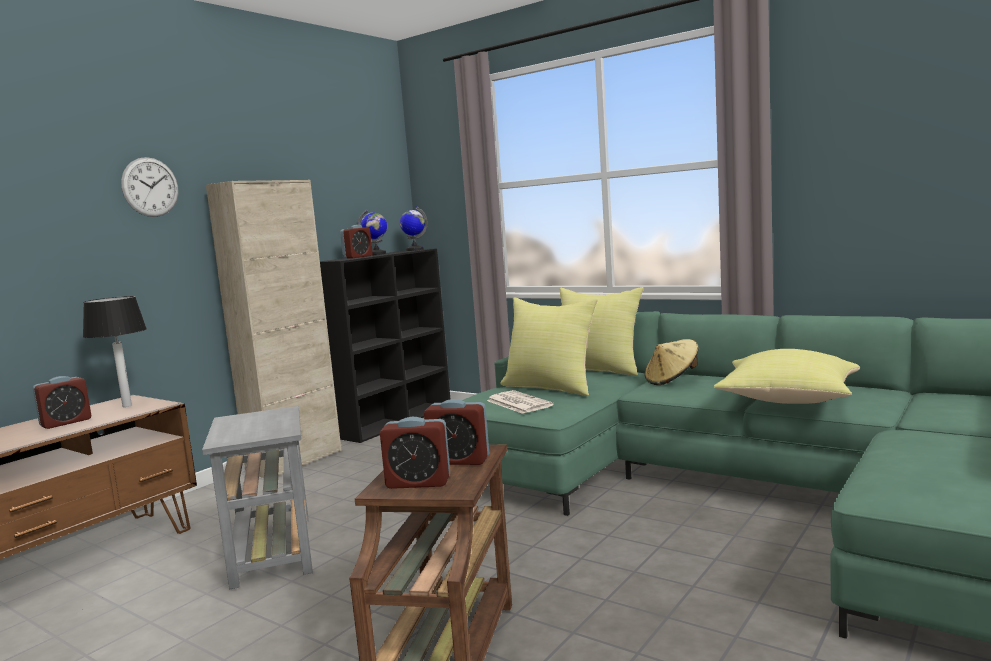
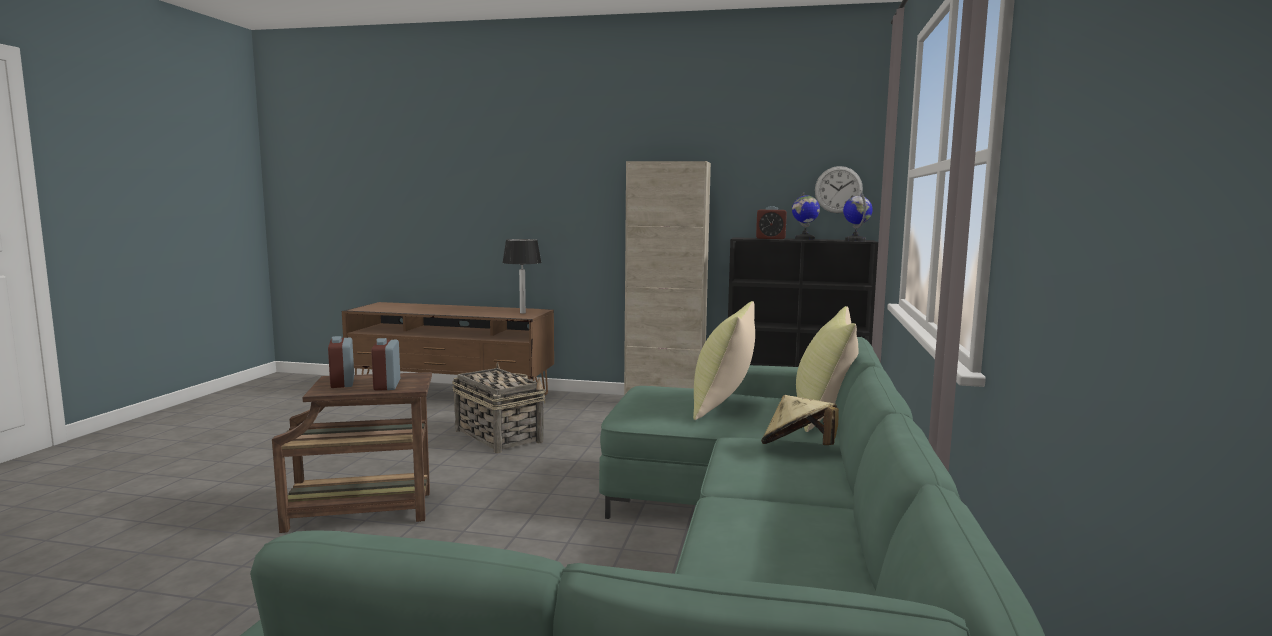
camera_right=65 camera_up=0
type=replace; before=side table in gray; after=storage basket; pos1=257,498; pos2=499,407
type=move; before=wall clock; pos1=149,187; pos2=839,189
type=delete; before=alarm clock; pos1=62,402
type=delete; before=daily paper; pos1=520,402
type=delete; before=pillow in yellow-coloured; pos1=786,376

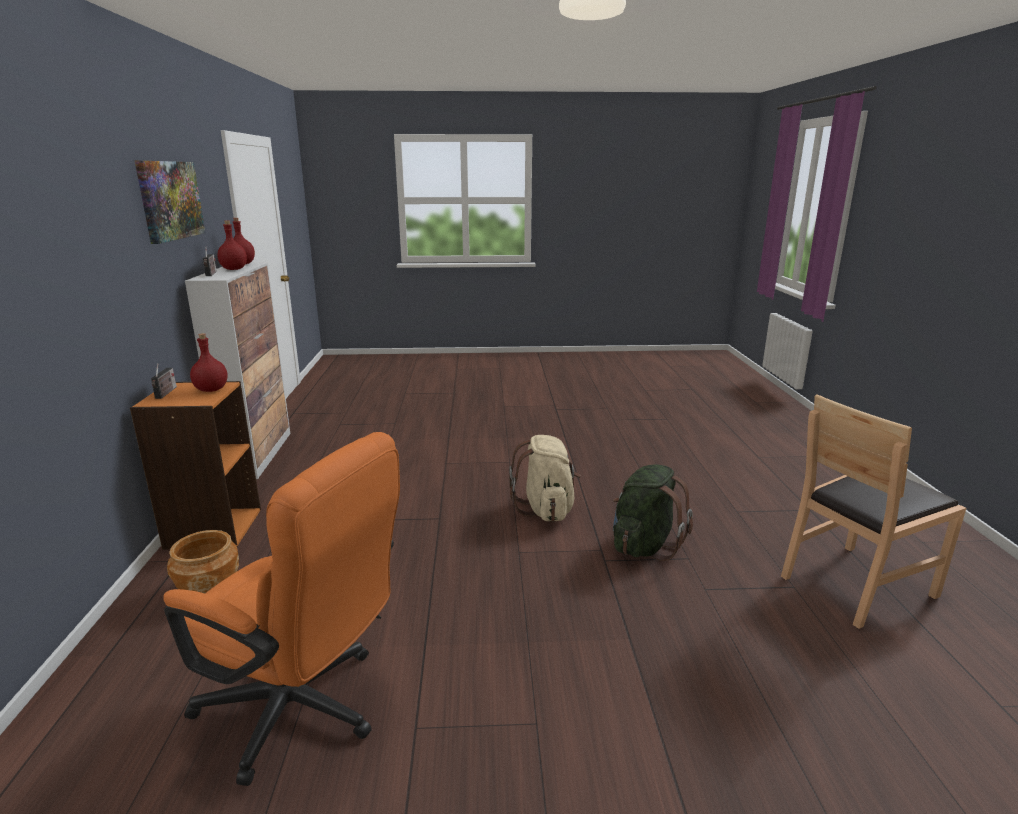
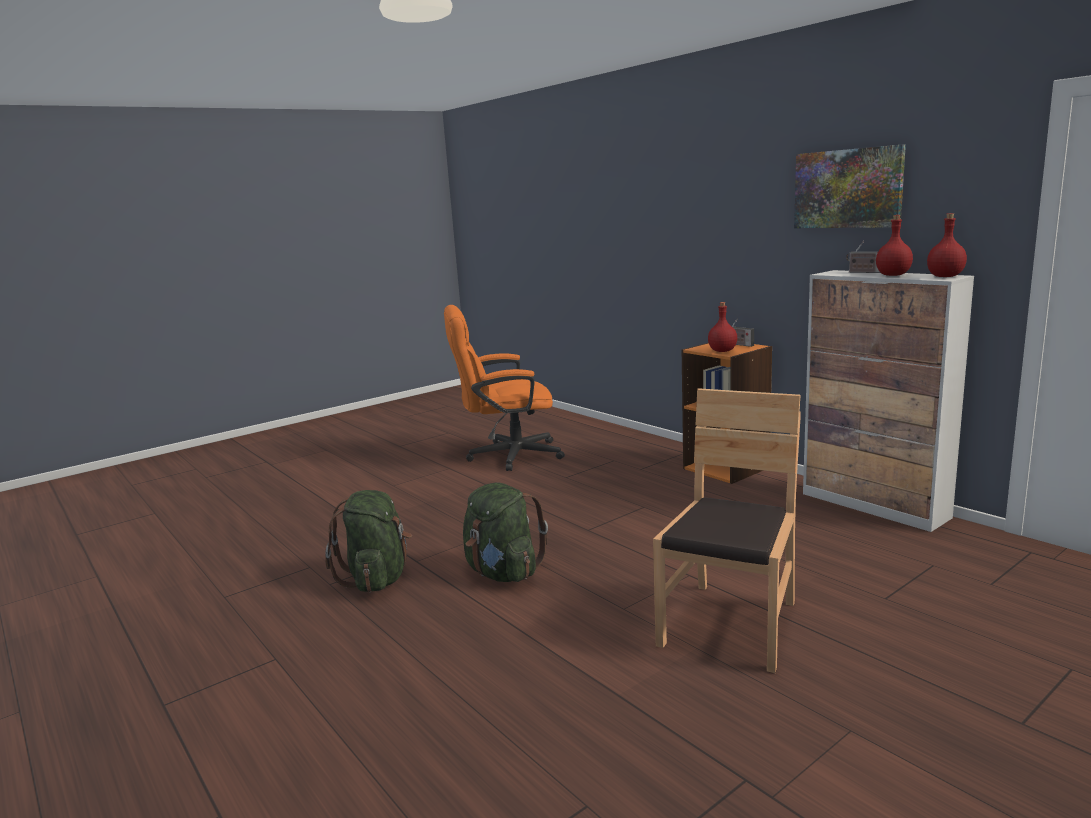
camera_right=145 camera_up=-5
type=recolor; before=knapsack in beige; after=knapsack in green; pos1=545,478; pos2=505,532
type=move; before=plain chair in brown; pos1=873,512; pos2=727,530
type=delete; before=flower pot in brown; pos1=203,562

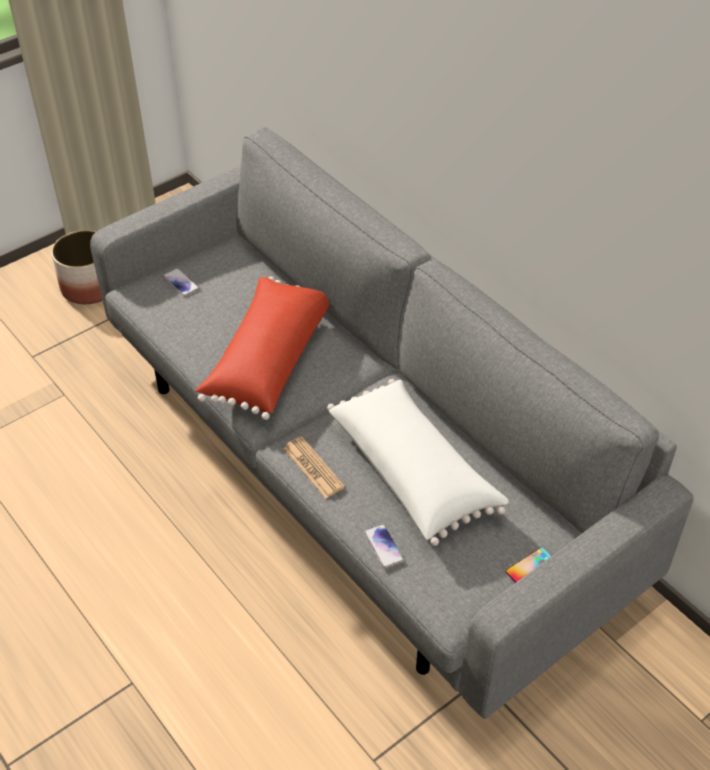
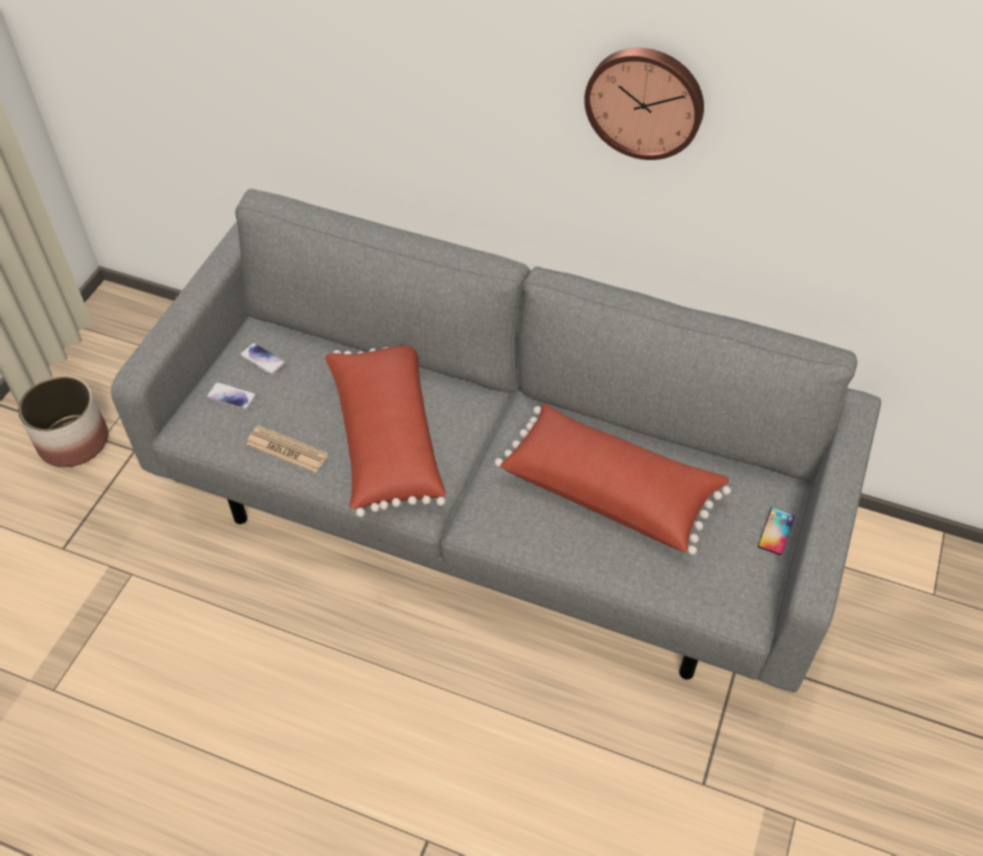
camera_right=-30 camera_up=5
type=move; before=phone; pos1=384,546; pos2=262,359
type=move; before=daily paper; pos1=314,467; pos2=287,449
type=recolor; before=pillow in white; after=pillow in red; pos1=418,462; pos2=612,479
type=insert; after=wall clock; pos2=644,104

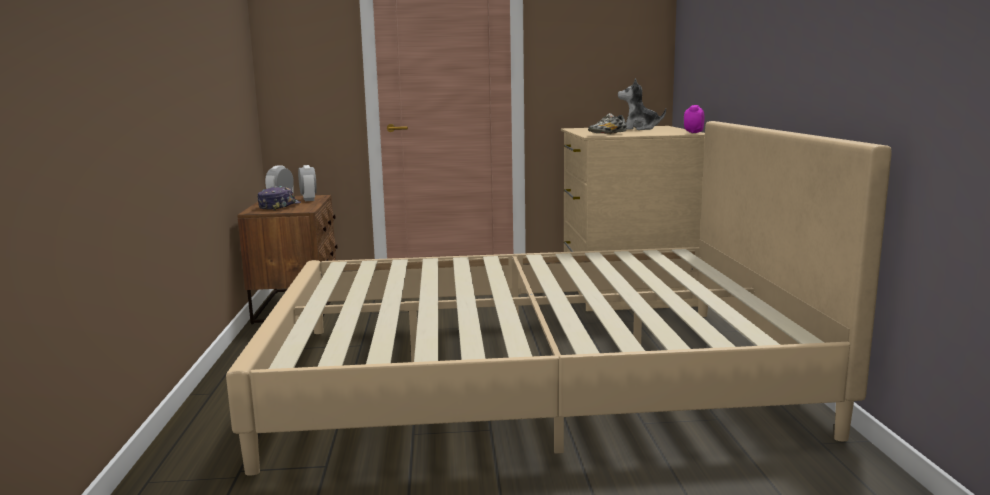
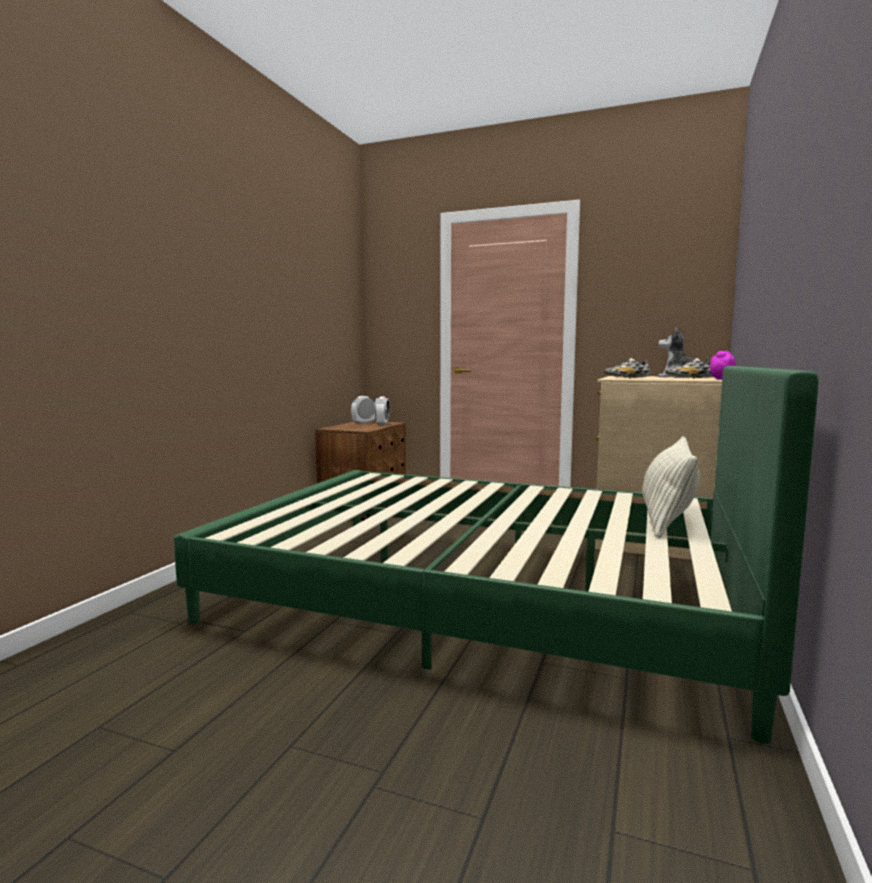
camera_right=25 camera_up=-5
type=recolor; before=bedroom bed in beige; after=bedroom bed in green; pos1=559,298; pos2=496,555
type=insert; after=pillow; pos2=671,487
type=insert; after=low shoe; pos2=689,368
type=delete; before=cap; pos1=279,198

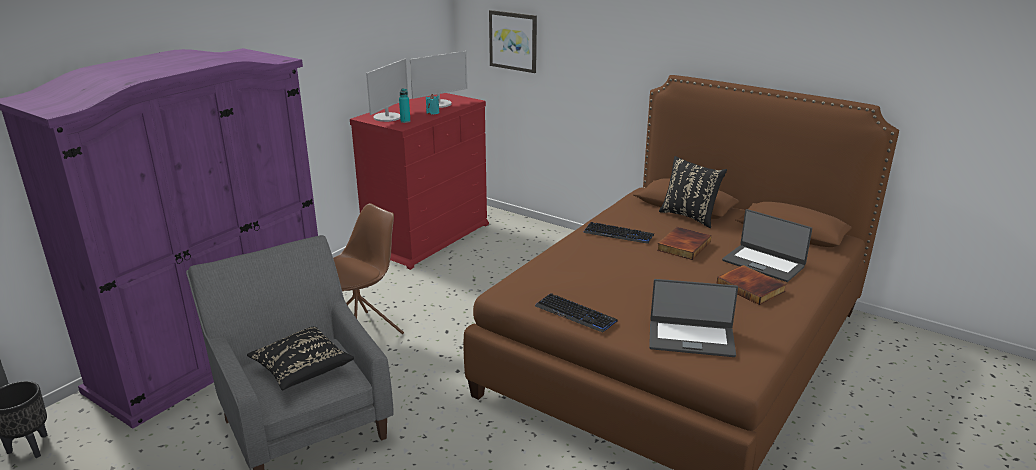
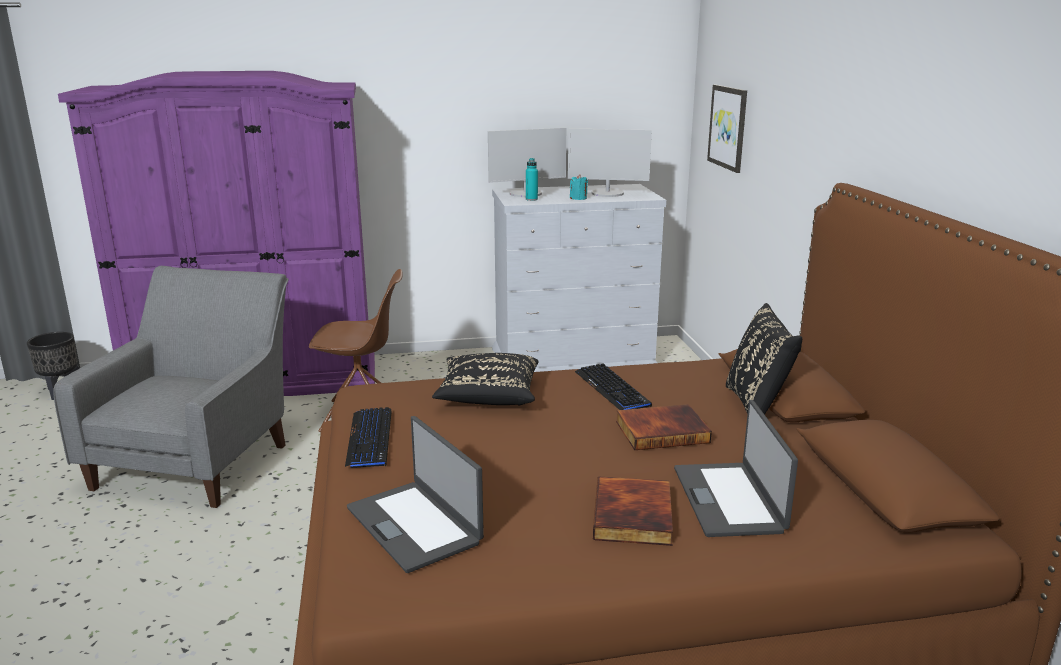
camera_right=45 camera_up=-5
type=move; before=pillow in blackish; pos1=300,358; pos2=485,379
type=recolor; before=dresser in red; after=dresser in white; pos1=419,181; pos2=579,278

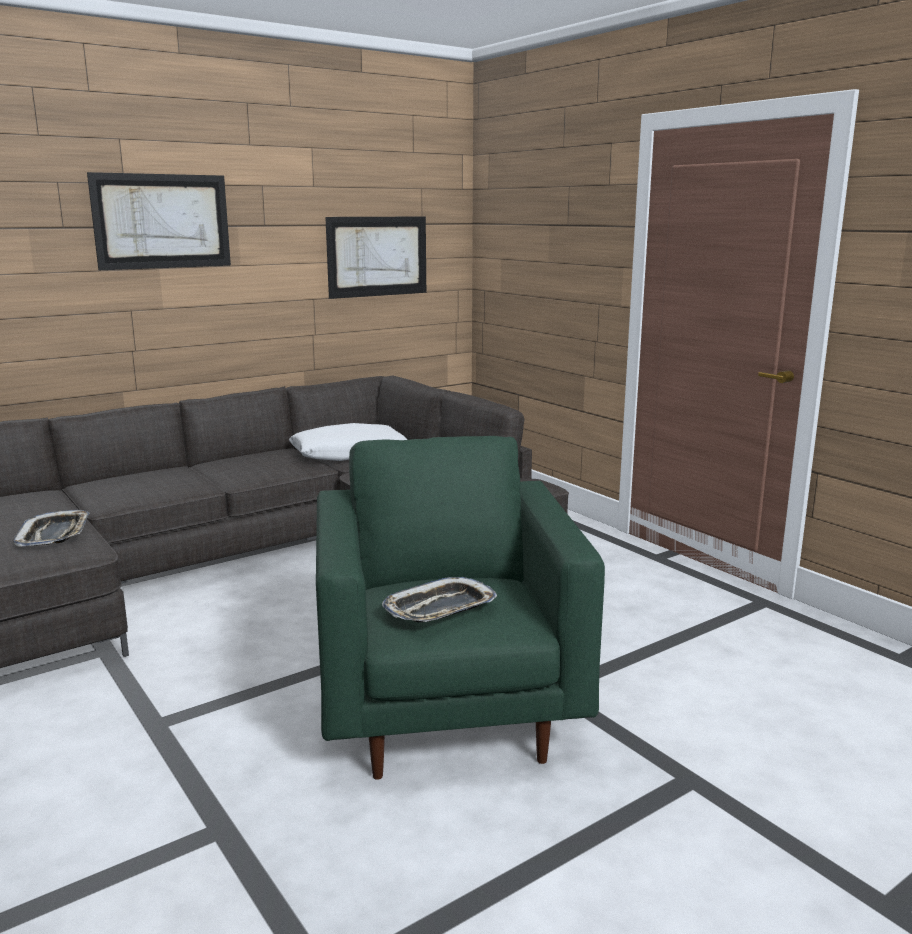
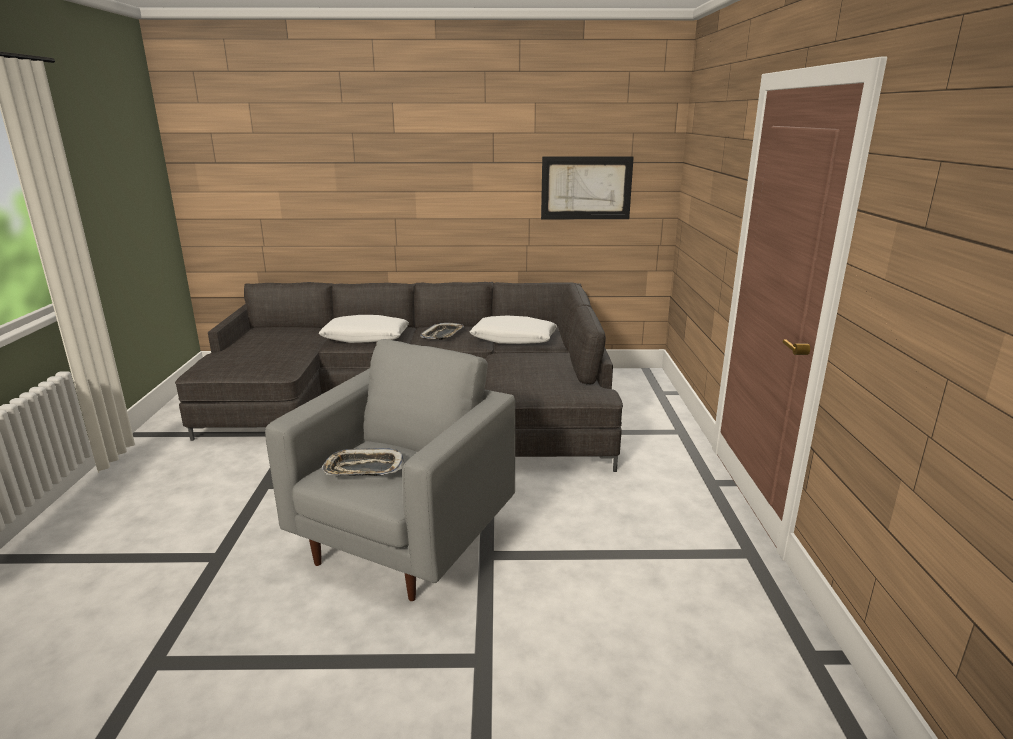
camera_right=35 camera_up=5
type=recolor; before=armchair in green; after=armchair in gray; pos1=460,608; pos2=390,470
type=insert; after=pillow in white; pos2=364,329
type=move; before=tray; pos1=52,528; pos2=442,331
type=delete; before=picture; pos1=159,221

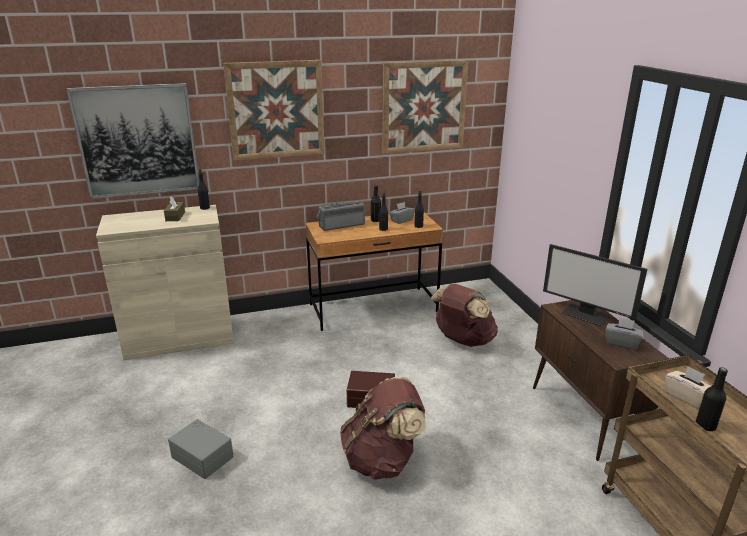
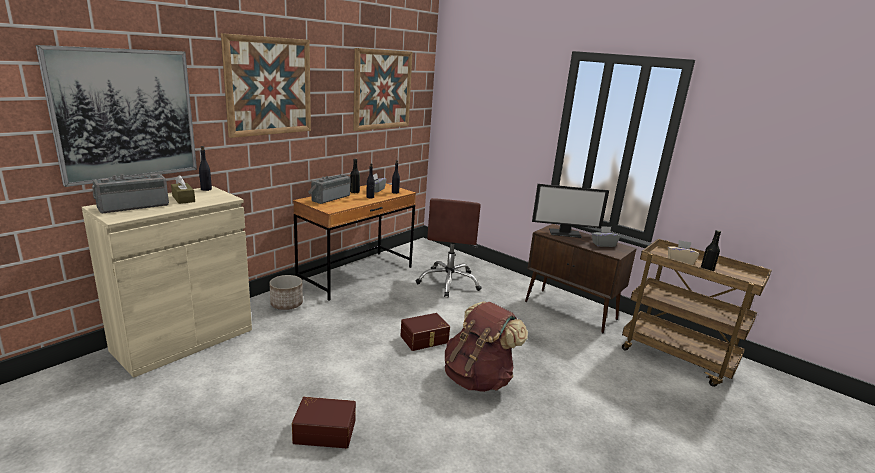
camera_right=-35 camera_up=-5
type=insert; after=radio; pos2=130,194
type=insert; after=flower pot; pos2=286,292
type=recolor; before=storage bin in gray; after=storage bin in brown; pos1=200,449; pos2=324,422
type=replace; before=knapsack in brown; after=office chair in brown; pos1=464,315; pos2=449,247

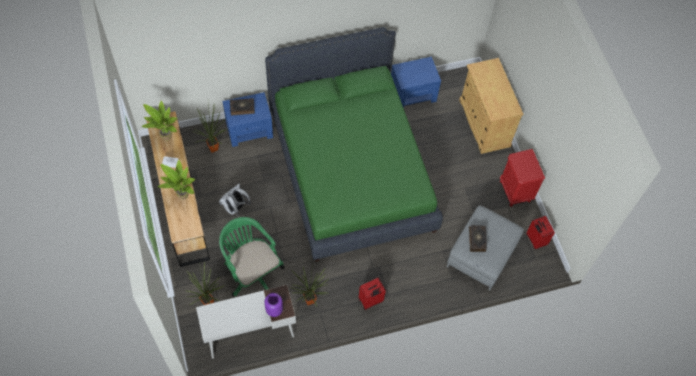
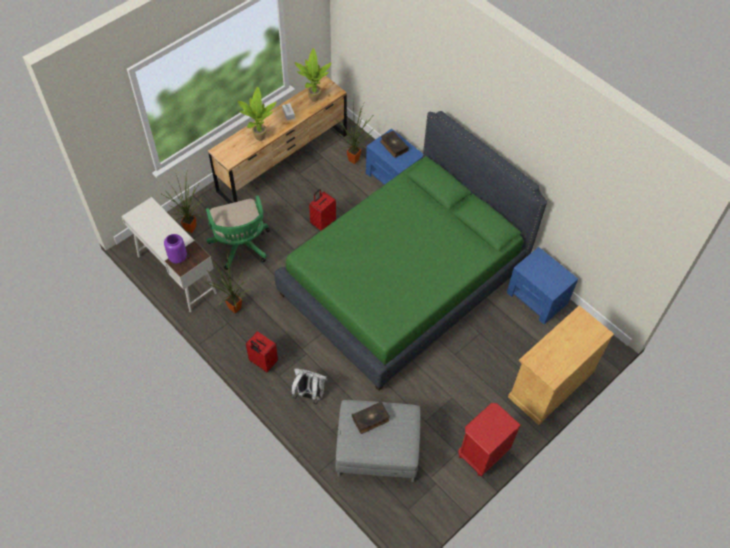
camera_right=65 camera_up=-5
type=rotate; before=office chair in green; pos1=251,256; pos2=238,232; turn=135
type=move; before=knapsack in white; pos1=235,200; pos2=309,386
type=move; before=travel case in red; pos1=540,232; pos2=322,210

